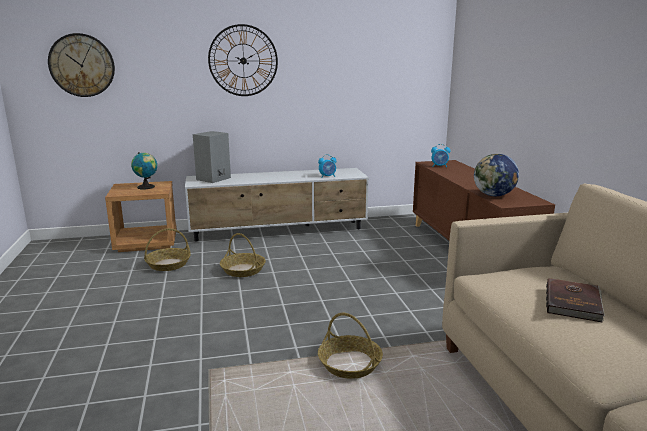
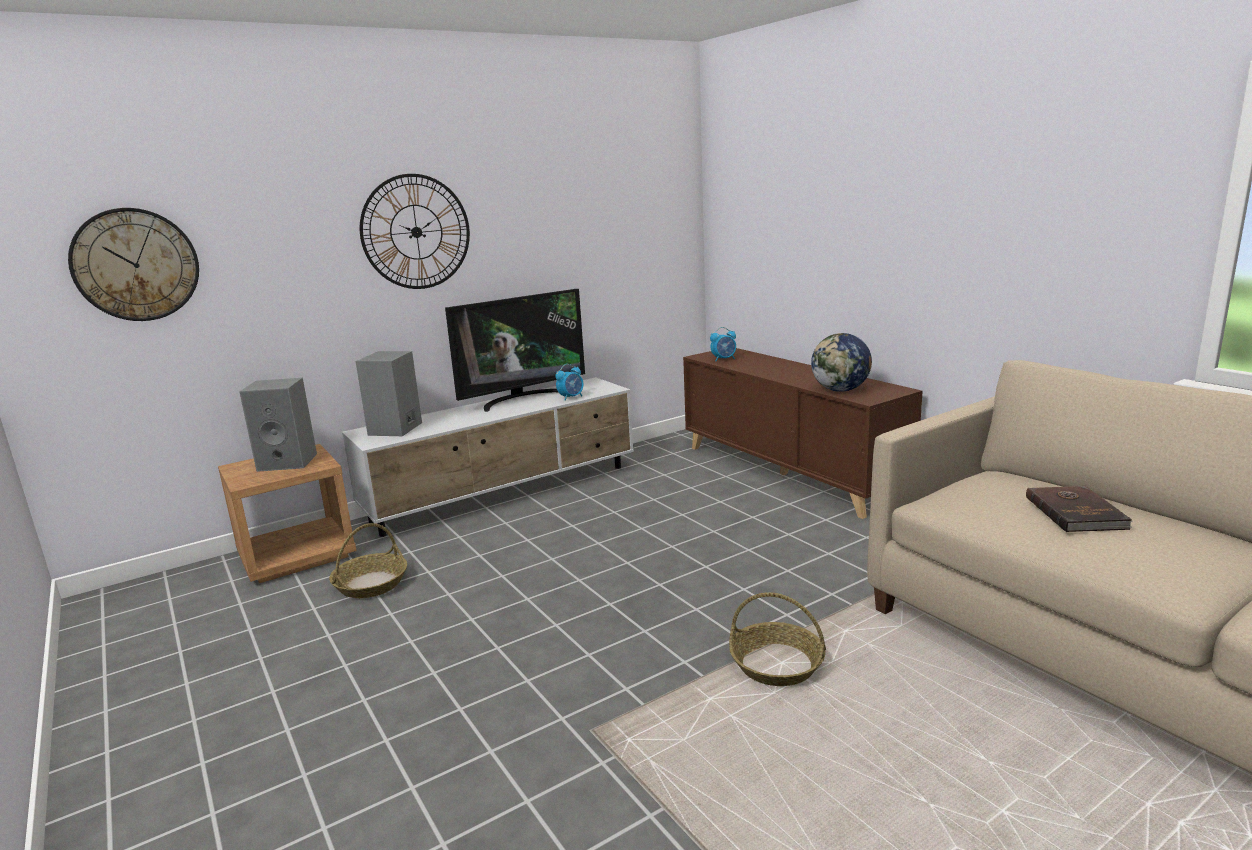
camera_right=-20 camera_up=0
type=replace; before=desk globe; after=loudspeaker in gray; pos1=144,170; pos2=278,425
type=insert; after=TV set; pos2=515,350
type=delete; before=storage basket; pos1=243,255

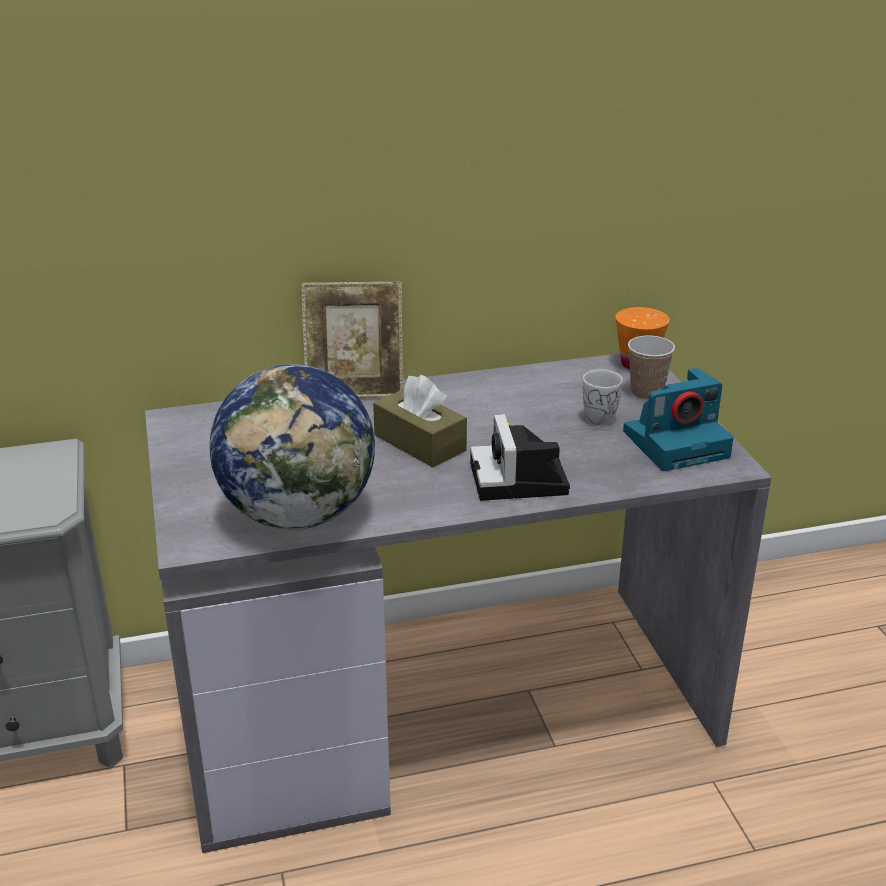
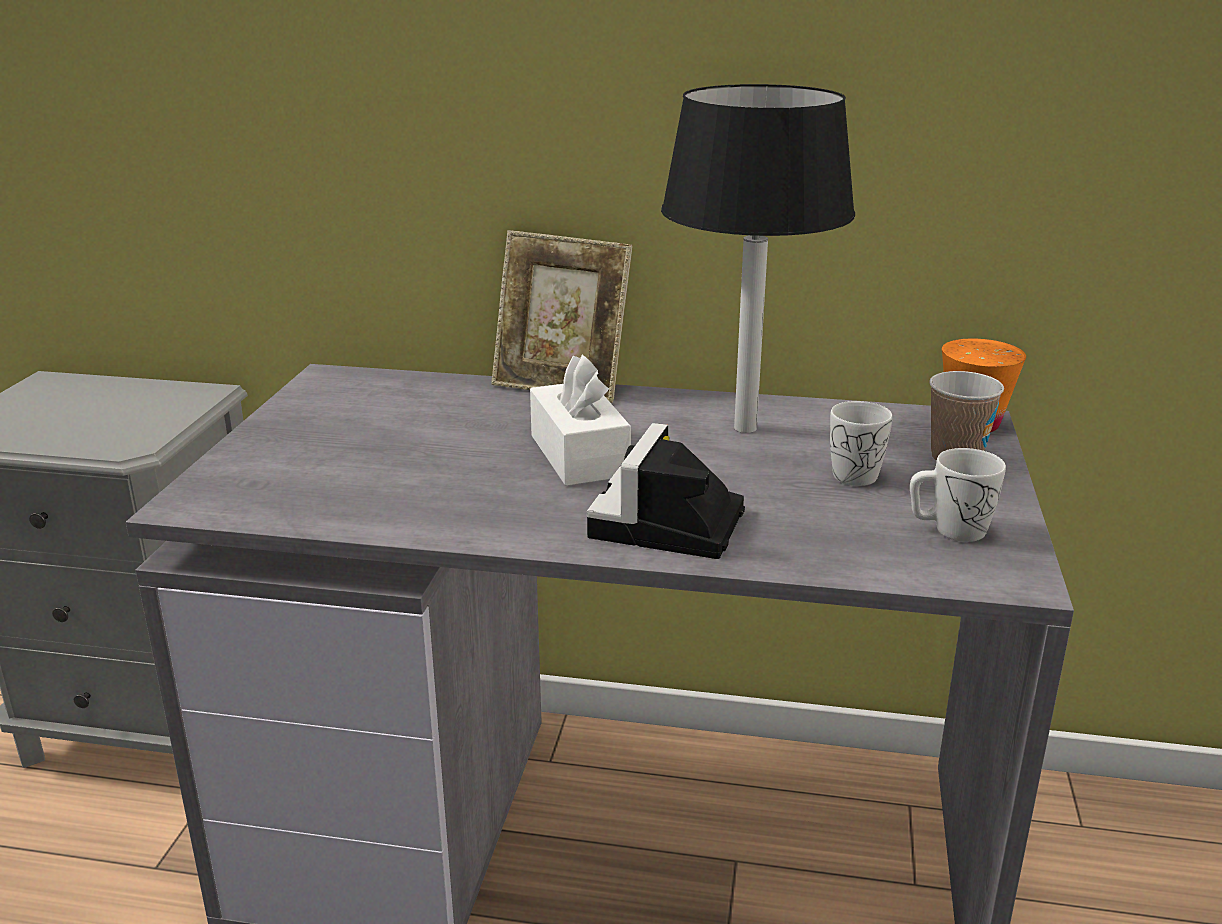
camera_right=25 camera_up=-5
type=recolor; before=tissue box in brown; after=tissue box in white; pos1=420,421; pos2=580,420
type=insert; after=table lamp in blackish; pos2=758,258
type=replace; before=still camera; after=tea mug in white; pos1=678,419; pos2=958,495
type=delete; before=desk globe; pos1=292,447

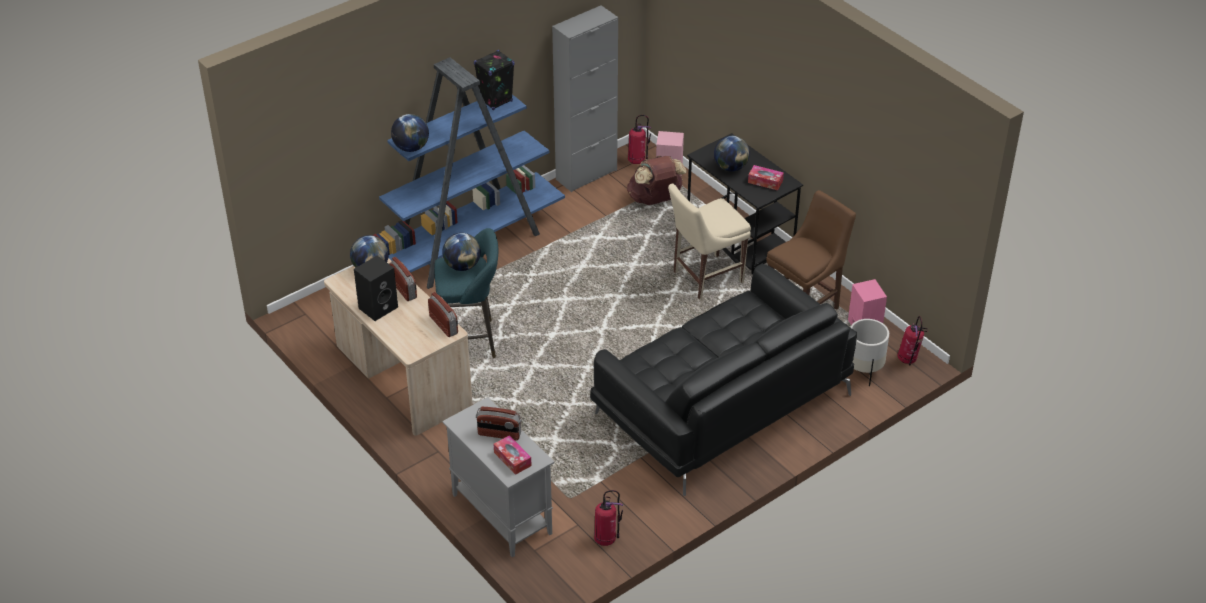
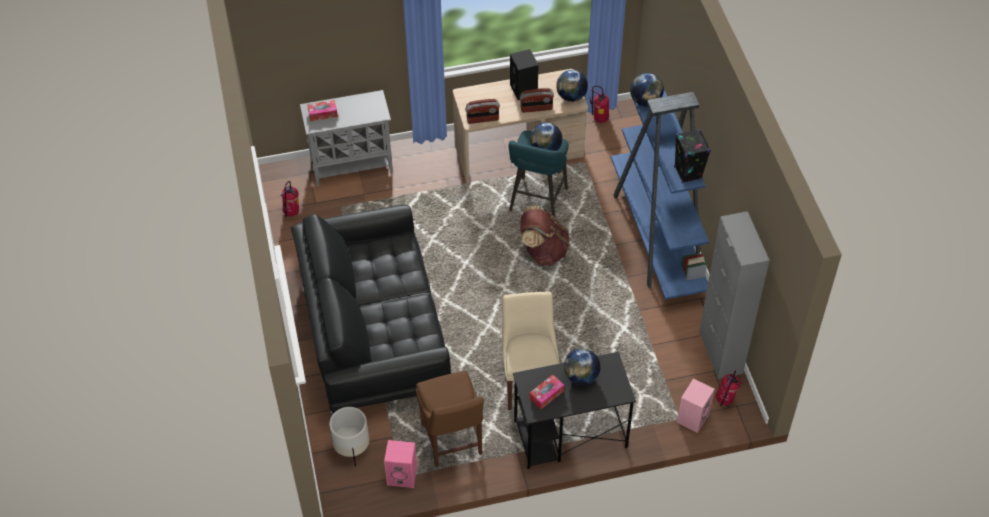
camera_right=115 camera_up=10
type=move; before=knapsack in brown; pos1=657,180; pos2=544,235
type=move; before=extinguisher; pos1=912,340; pos2=599,104
type=delete; before=radio; pos1=499,423

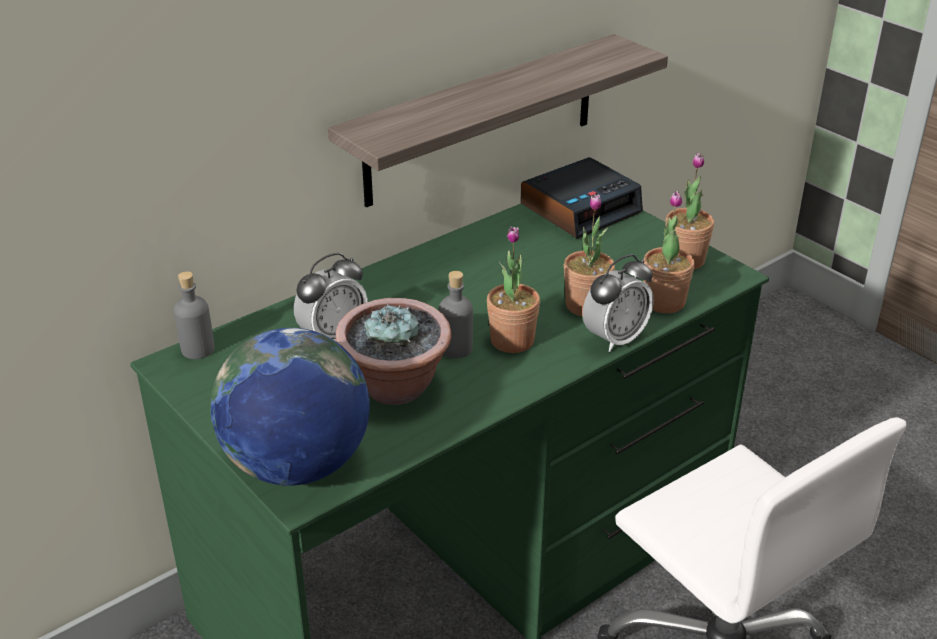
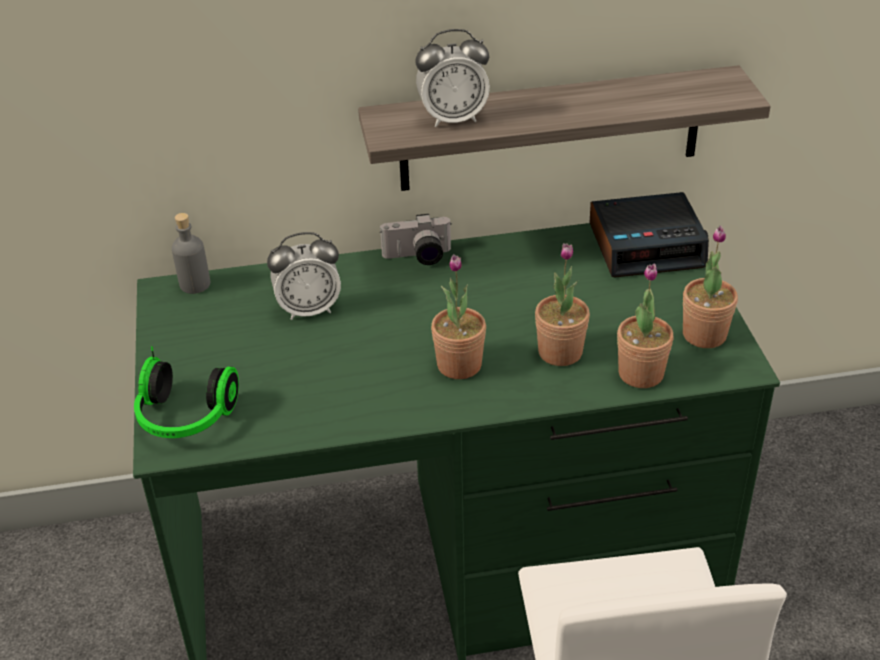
camera_right=30 camera_up=5
type=replace; before=desk globe; after=headphones; pos1=290,407; pos2=186,392
type=insert; after=still camera; pos2=416,239
type=move; before=alarm clock; pos1=618,303; pos2=453,78
type=delete; before=plant in a pot; pos1=393,351
type=delete; before=drink bottle in gray; pos1=456,315

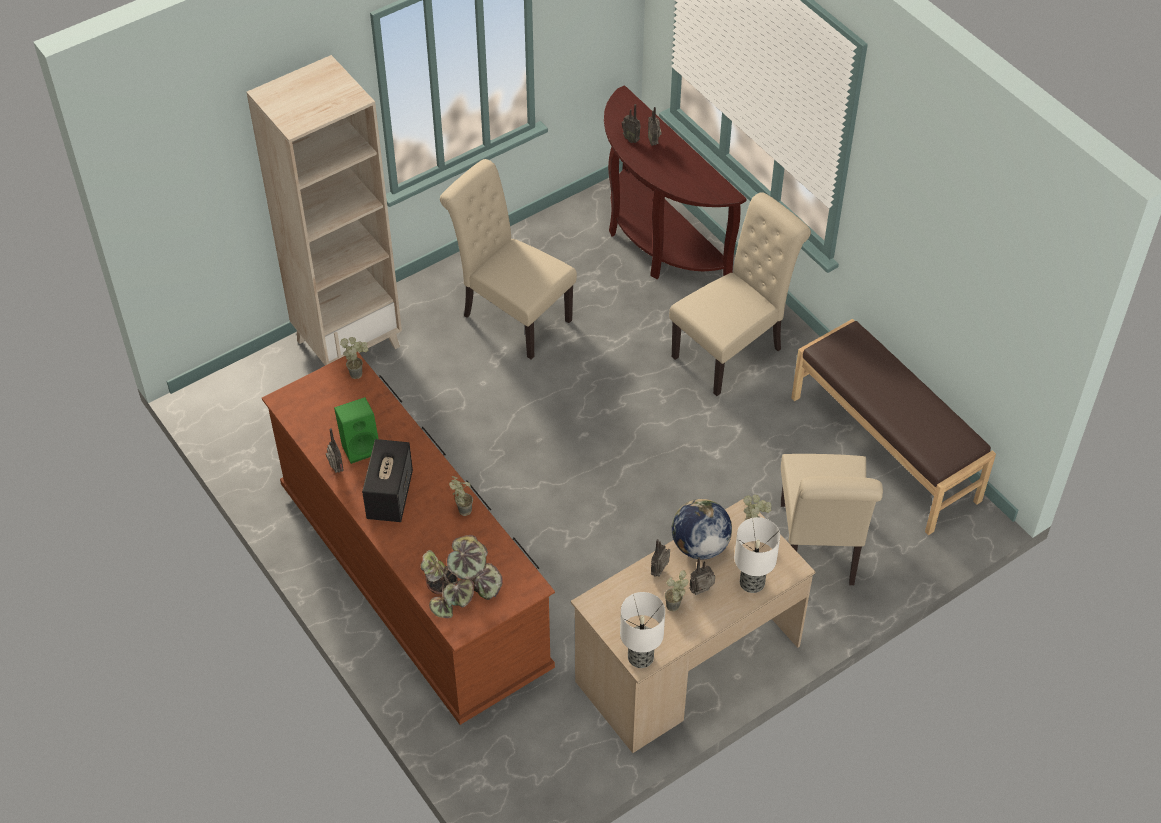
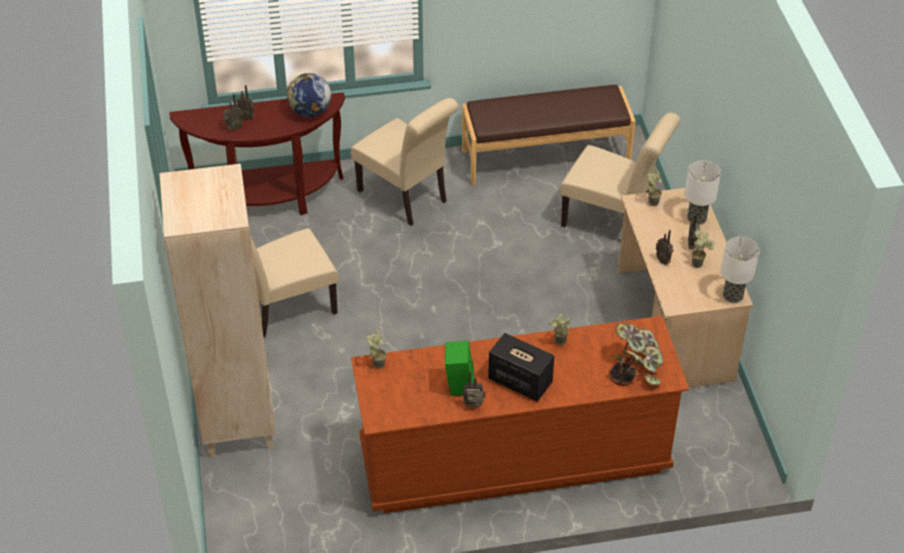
camera_right=-65 camera_up=-5
type=move; before=desk globe; pos1=702,529; pos2=309,95
type=rotate; before=plain chair in beige; pos1=740,294; pos2=405,162; turn=150

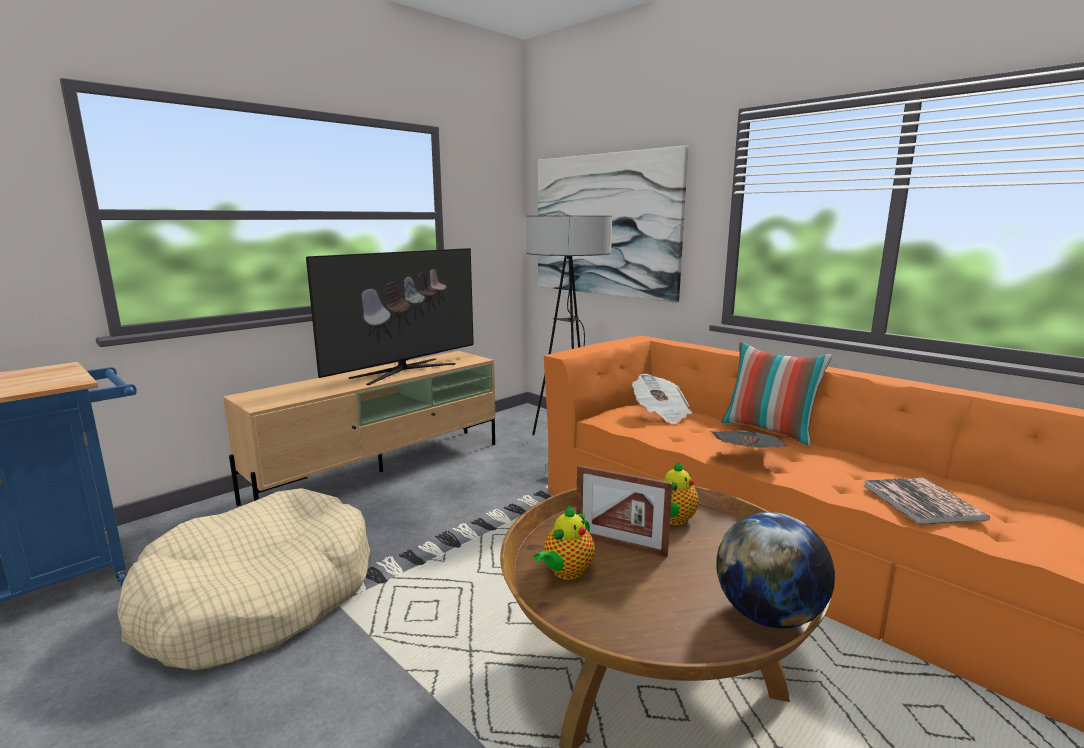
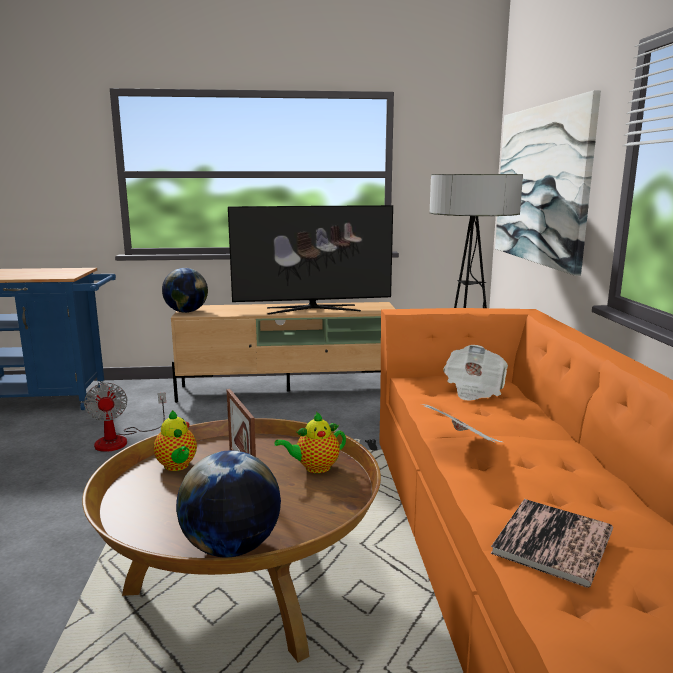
camera_right=40 camera_up=0
type=replace; before=pet bed in beige; after=cooling fan; pos1=243,579; pos2=125,417
type=rotate; before=tea pot; pos1=564,543; pos2=175,440; turn=-105
type=insert; after=desk globe; pos2=185,290
type=delete; before=pillow; pos1=776,394

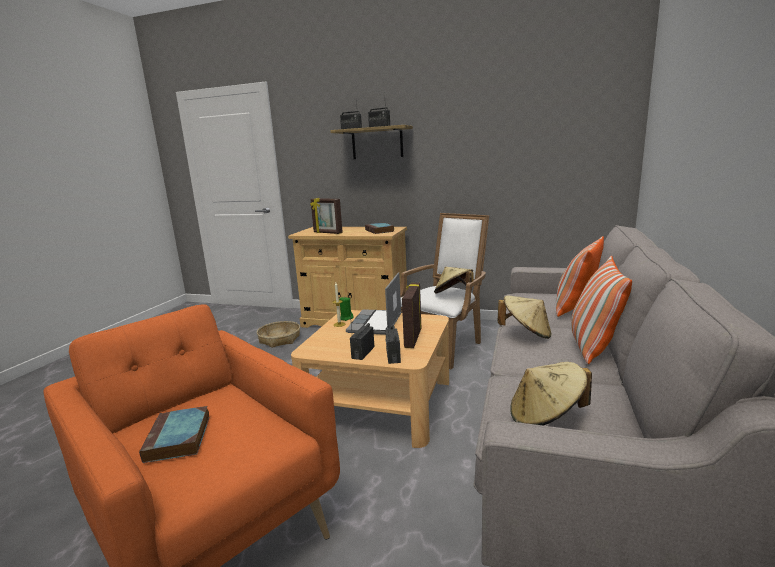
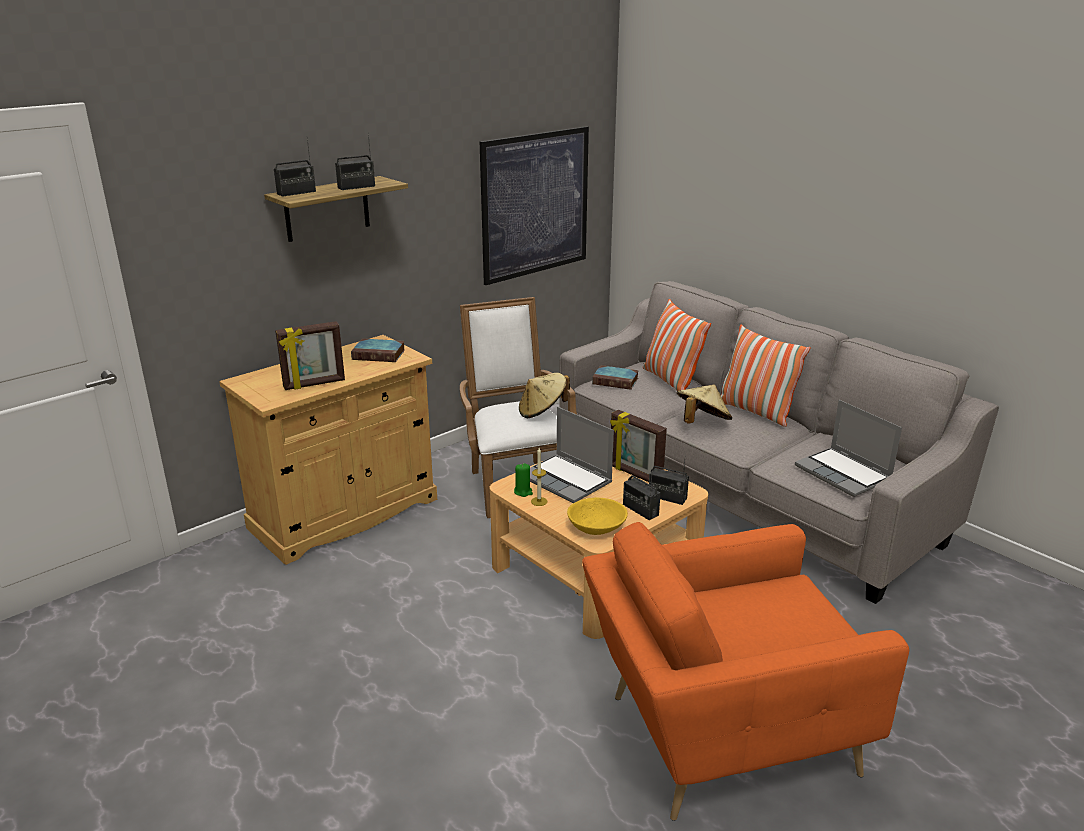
camera_right=-60 camera_up=10
type=insert; after=picture; pos2=534,205
type=insert; after=bowl in yellow-coloured; pos2=597,516
type=move; before=bound book; pos1=174,434; pos2=615,377
type=replace; before=wearable hat in beige; after=portable computer; pos1=551,394; pos2=848,448
type=delete; before=storage basket; pos1=278,334

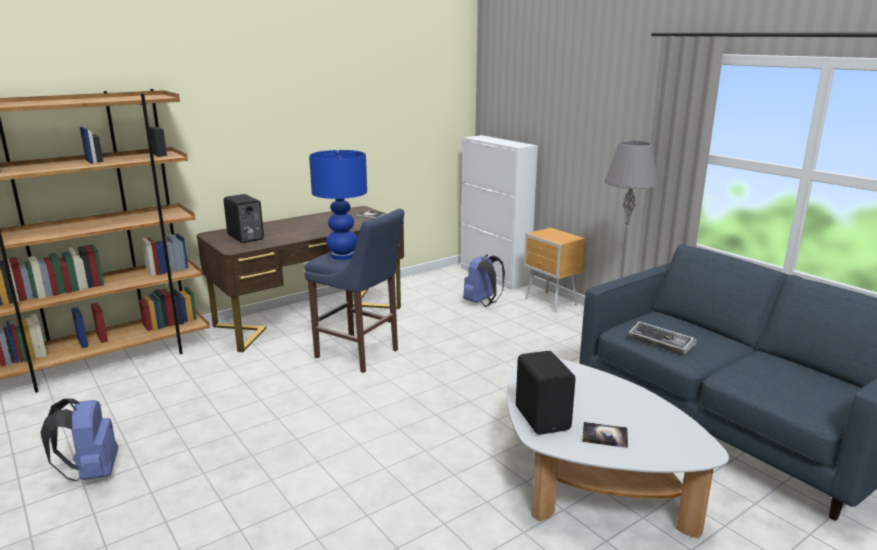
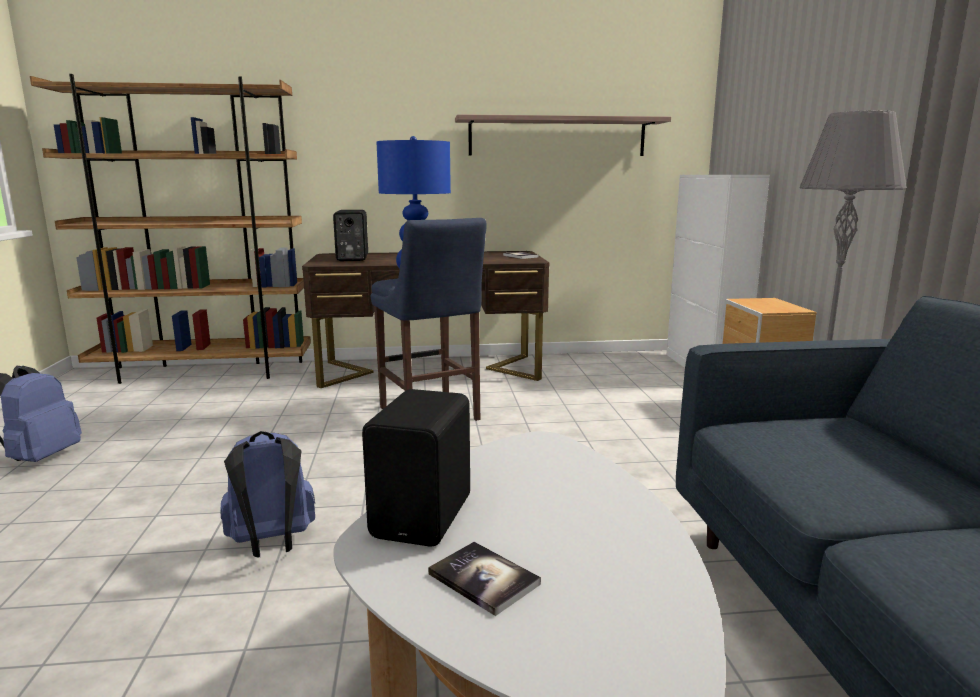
camera_right=30 camera_up=-5
type=move; before=knapsack in blue-coloured; pos1=484,280; pos2=267,494
type=insert; after=shelf; pos2=563,135
type=delete; before=computer keyboard; pos1=662,338

